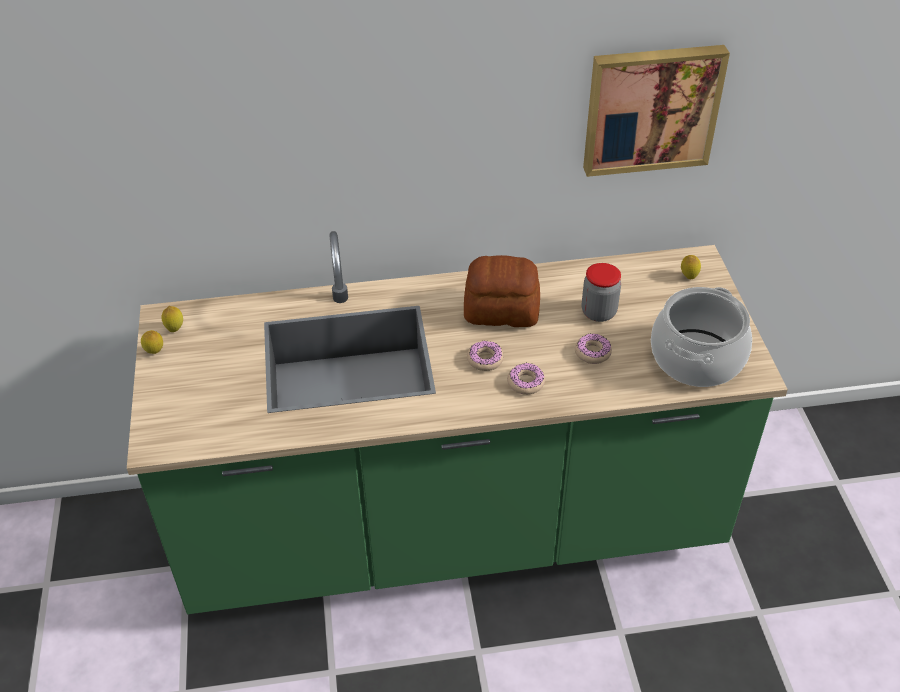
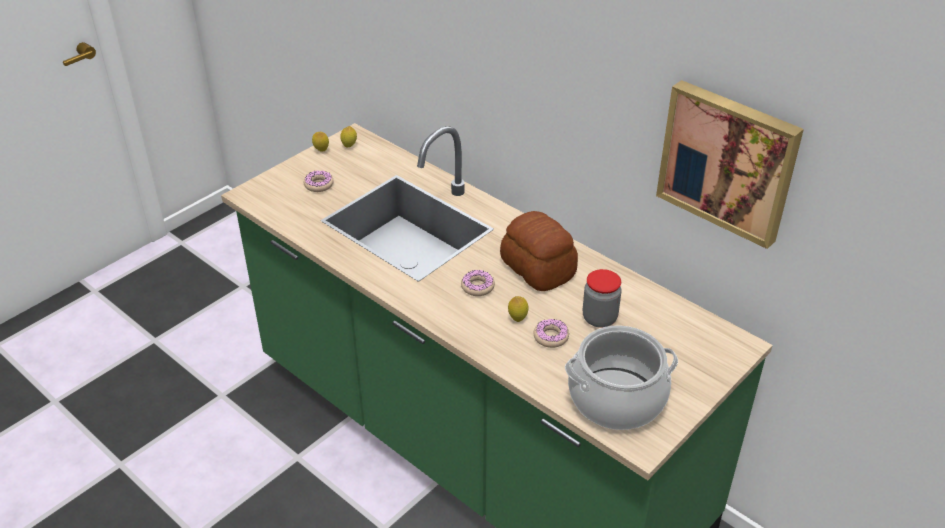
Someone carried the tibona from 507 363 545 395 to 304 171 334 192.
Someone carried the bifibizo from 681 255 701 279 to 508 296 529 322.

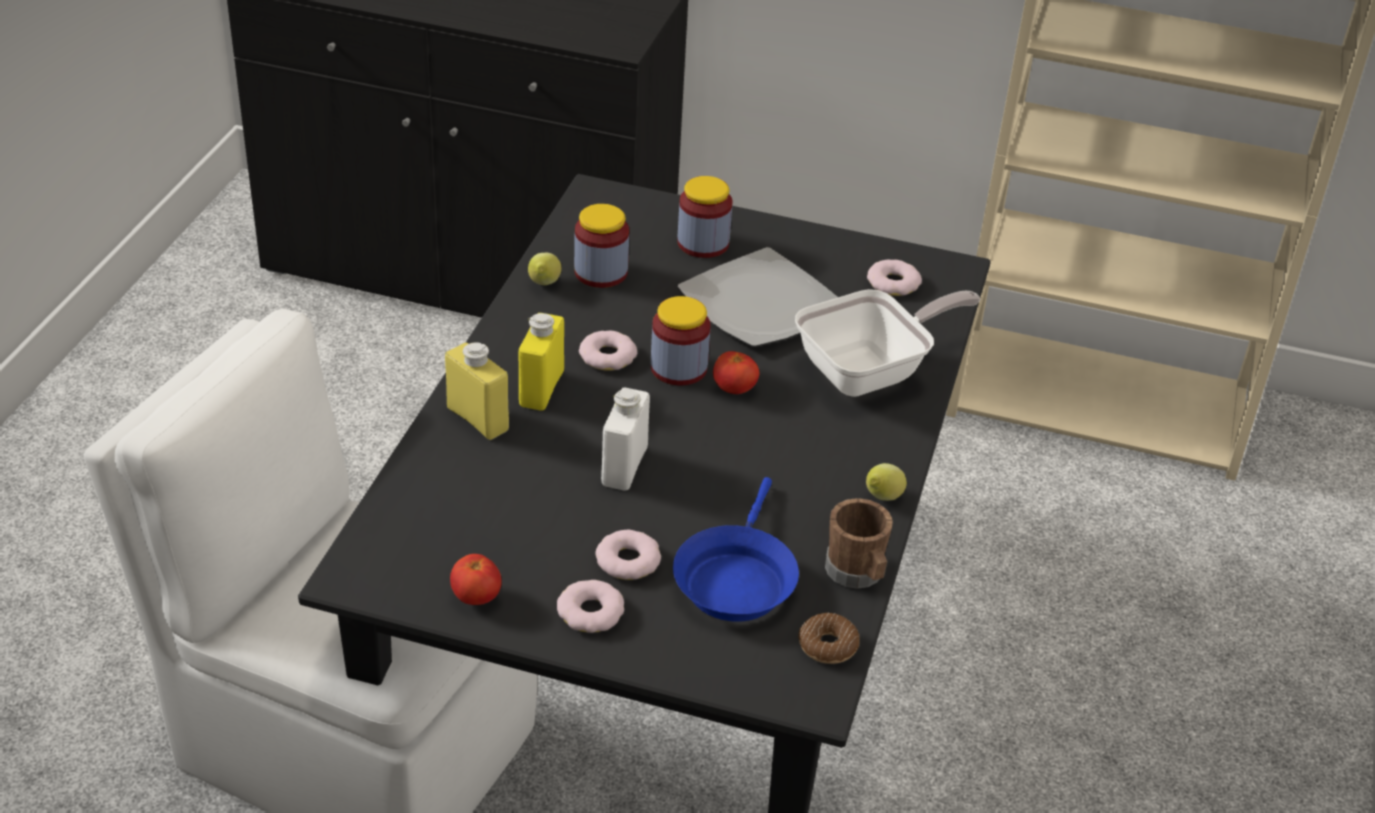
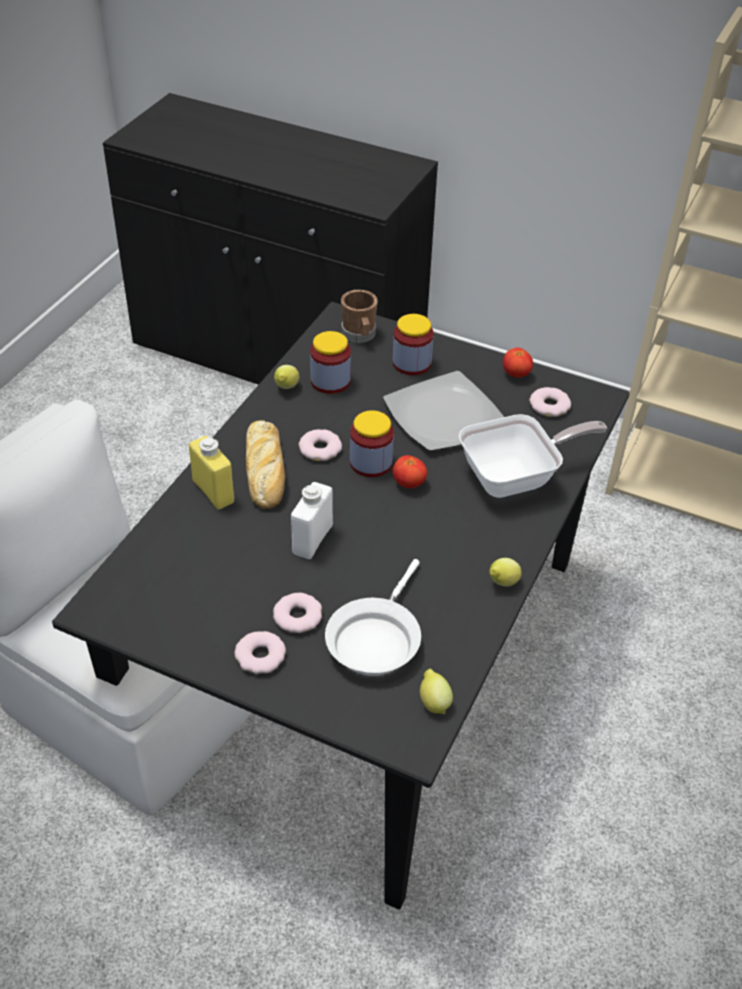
Someone carried the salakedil from 450 554 502 605 to 503 348 533 378.
Someone swapped the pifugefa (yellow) at 518 313 564 411 for the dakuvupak at 246 420 285 509.
Someone repainted the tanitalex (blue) at 673 477 799 622, which became the tanitalex (white) at 325 559 421 676.
Someone swapped the tibona at 798 613 860 664 for the bifibizo at 420 669 453 714.
Someone carried the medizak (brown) from 825 498 893 589 to 341 290 378 343.

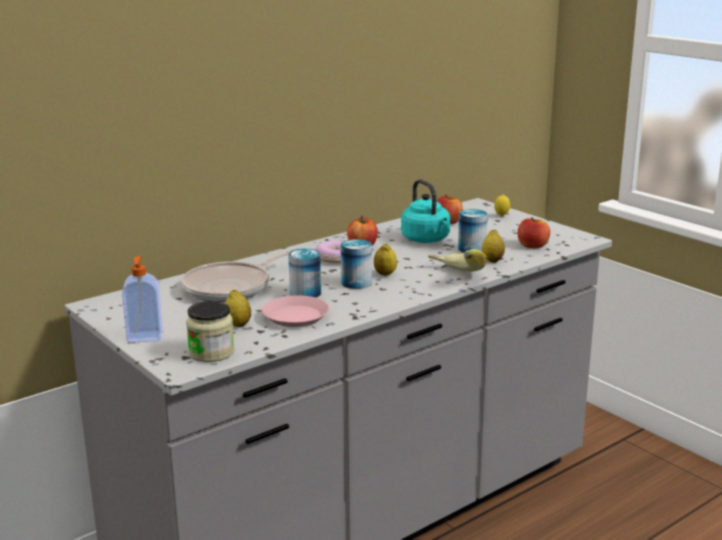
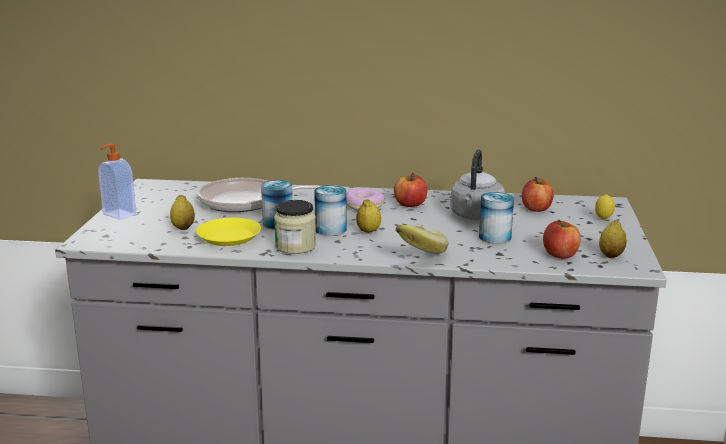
Someone carried the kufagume from 186 301 234 362 to 274 200 316 254.
Someone repainted the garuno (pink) at 262 295 329 327, which became the garuno (yellow) at 196 218 261 246.
Someone repainted the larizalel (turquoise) at 401 179 450 243, which became the larizalel (grey) at 450 149 505 221.
Someone carried the bifibizo from 482 230 505 263 to 599 221 627 258.

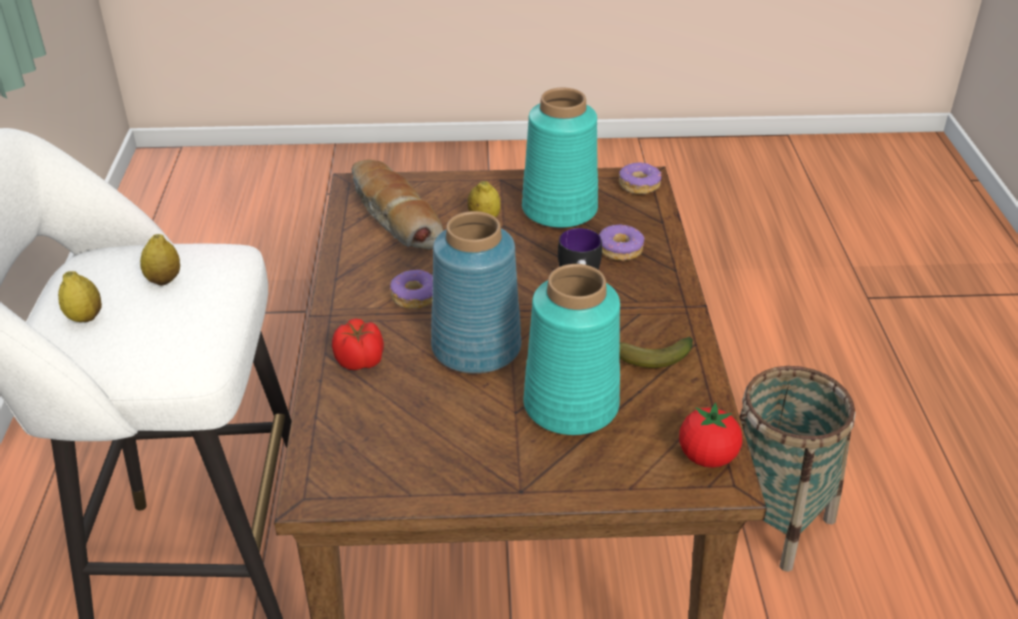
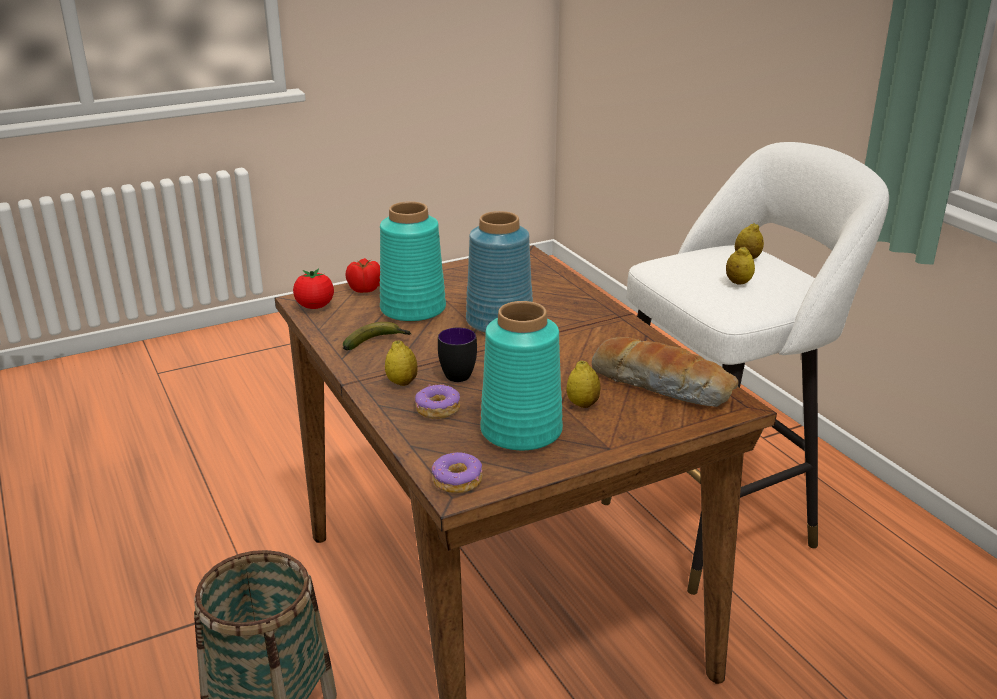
Someone carried the salakedil from 332 319 384 370 to 345 258 380 293.
Someone took away the tibona at 390 270 433 309.
Someone put down the bifibizo at 385 341 417 386.

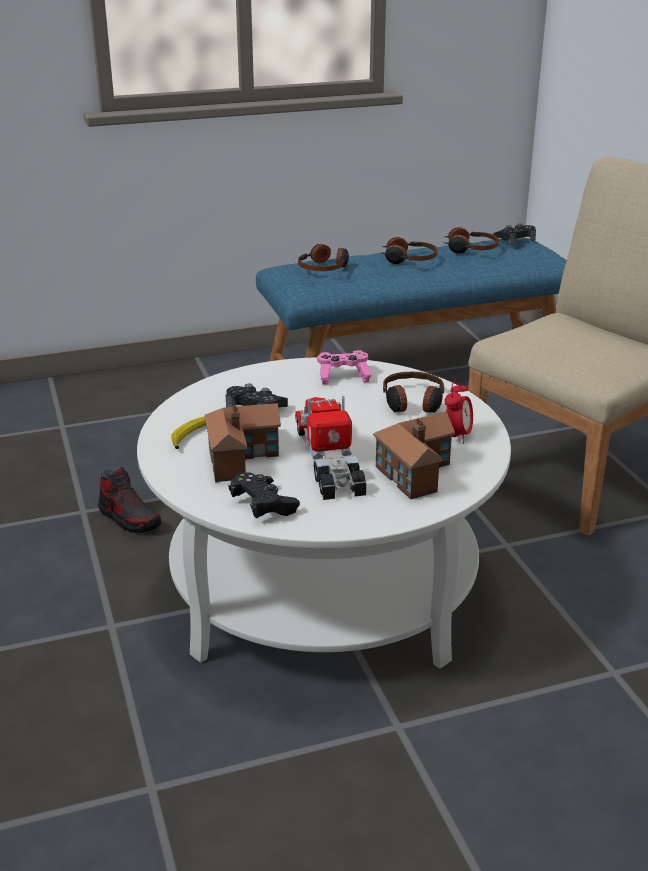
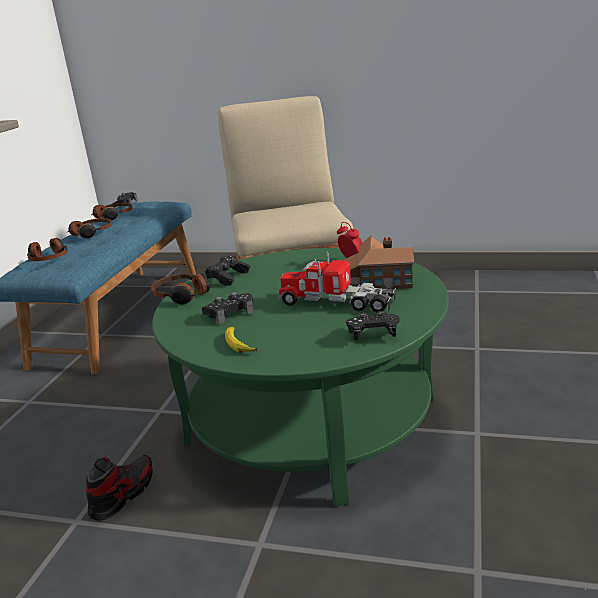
Someone rotated the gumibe at 98 467 161 533 by 45 degrees counterclockwise.
Someone repainted the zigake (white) at 137 357 511 669, which became the zigake (green) at 152 248 449 507.
Someone took away the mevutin at 205 403 281 482.
Someone repainted the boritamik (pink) at 317 350 372 385, which became the boritamik (black) at 205 256 250 286.
Someone carried the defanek from 383 372 444 413 to 151 274 211 304.

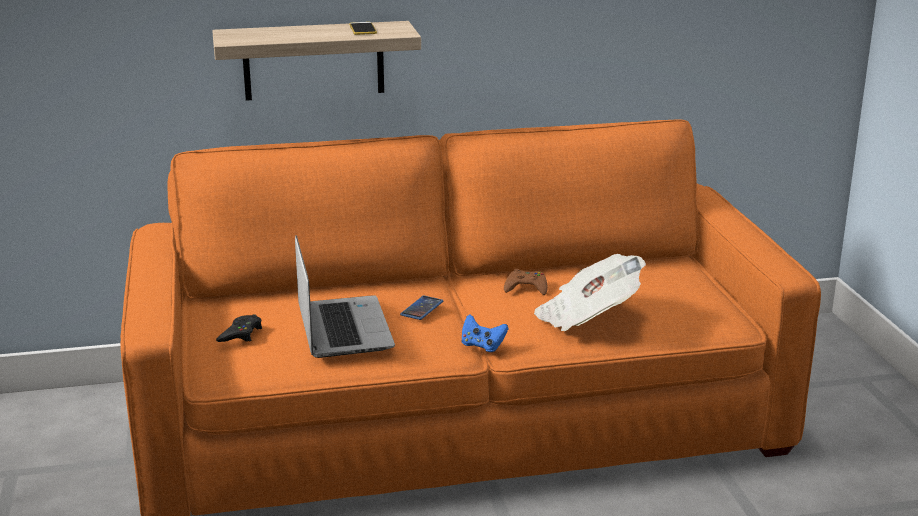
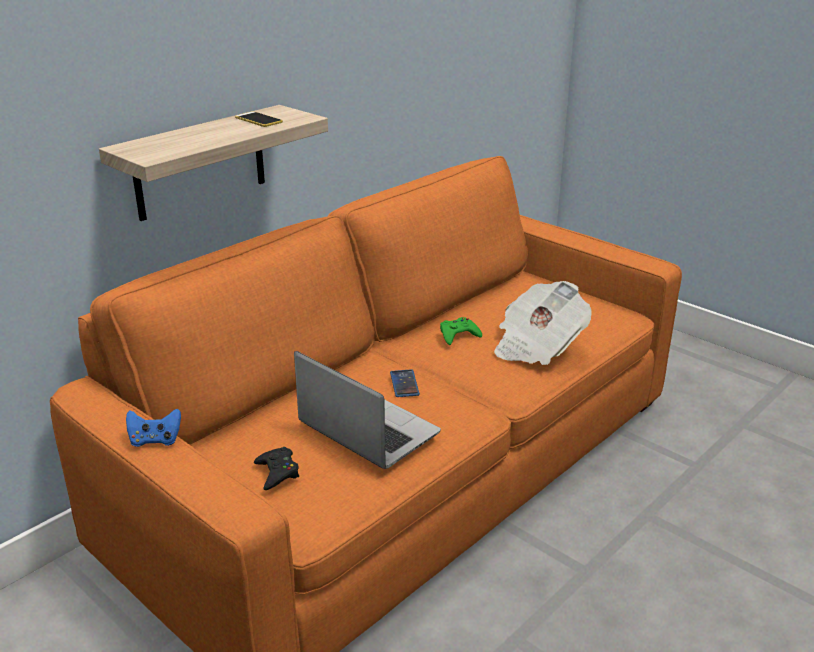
Someone carried the boritamik (blue) from 461 314 508 352 to 126 409 181 447.
Someone repainted the boritamik (brown) at 504 269 548 295, which became the boritamik (green) at 440 317 482 345.

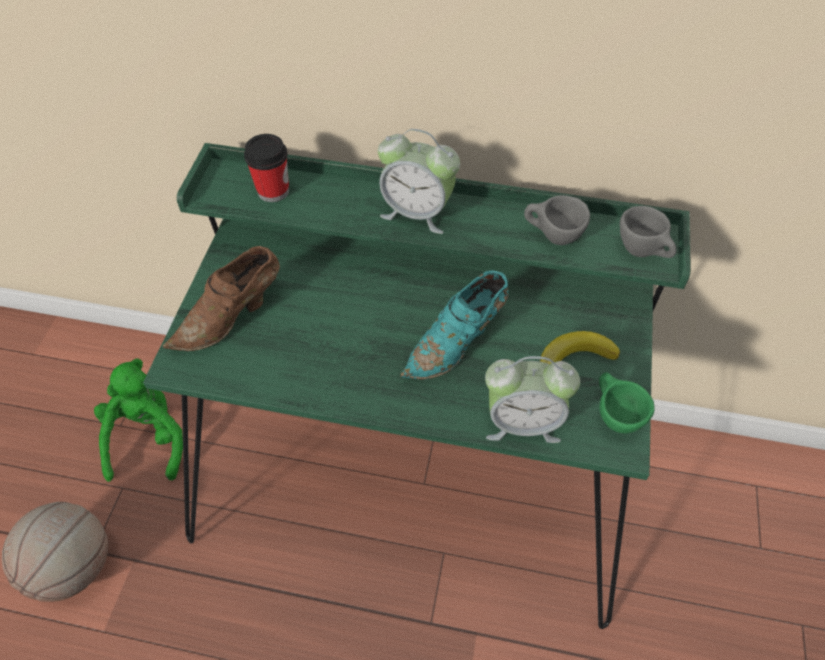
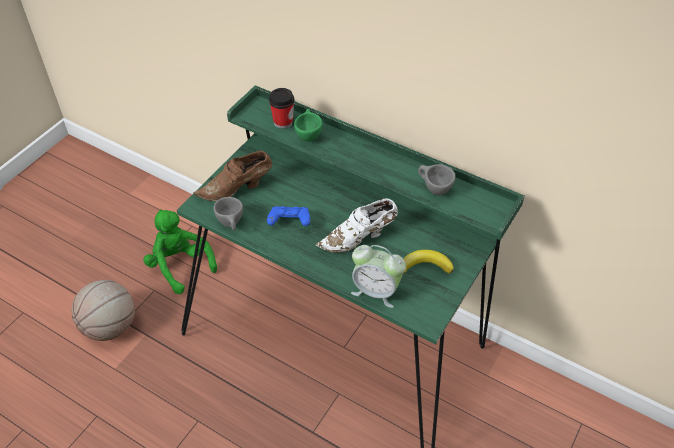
Someone rotated the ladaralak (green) at 94 358 183 482 by 60 degrees counterclockwise.
Someone took away the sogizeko at 378 129 460 234.
Someone repainted the gumibe (turquoise) at 400 270 508 380, which became the gumibe (white) at 316 198 398 252.
Someone carried the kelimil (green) from 599 373 655 433 to 294 109 323 142.
Someone carried the kelimil (grey) from 620 206 676 258 to 214 197 243 231.
Someone put down the boritamik (blue) at 267 206 310 226.

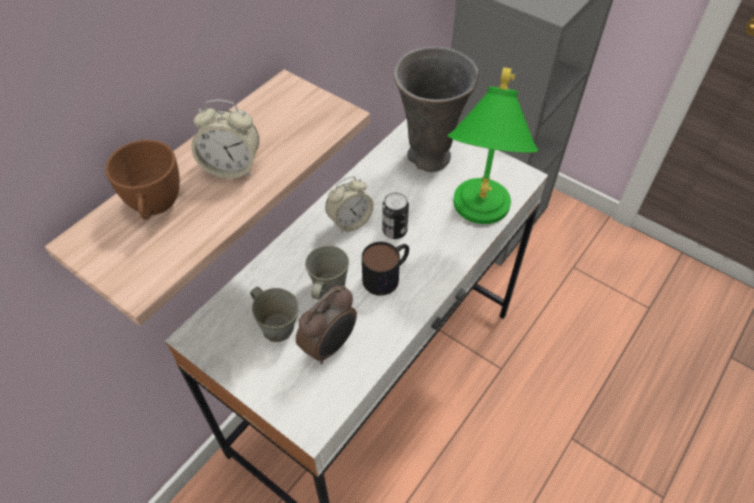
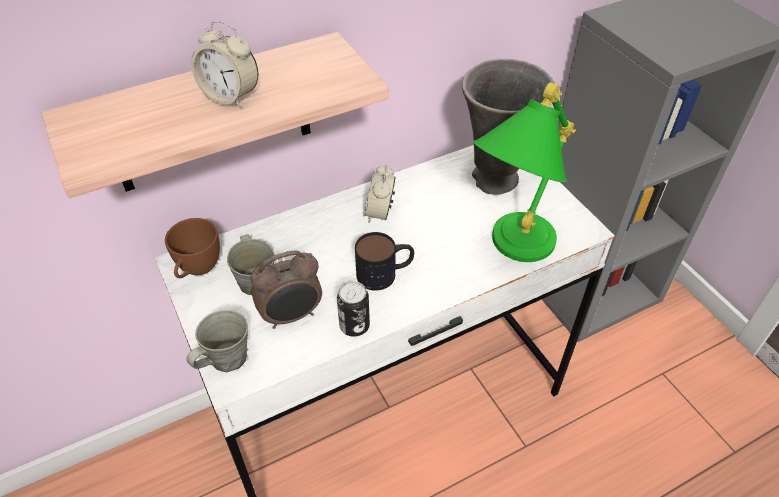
Someone carried the kelimil (brown) from 105 140 180 220 to 165 218 220 278.
Someone carried the medizak (grey) from 305 245 349 300 to 187 310 248 372.
Someone rotated the sogizeko at 325 176 374 233 by 105 degrees clockwise.
Someone carried the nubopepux from 382 192 409 239 to 337 281 370 337.

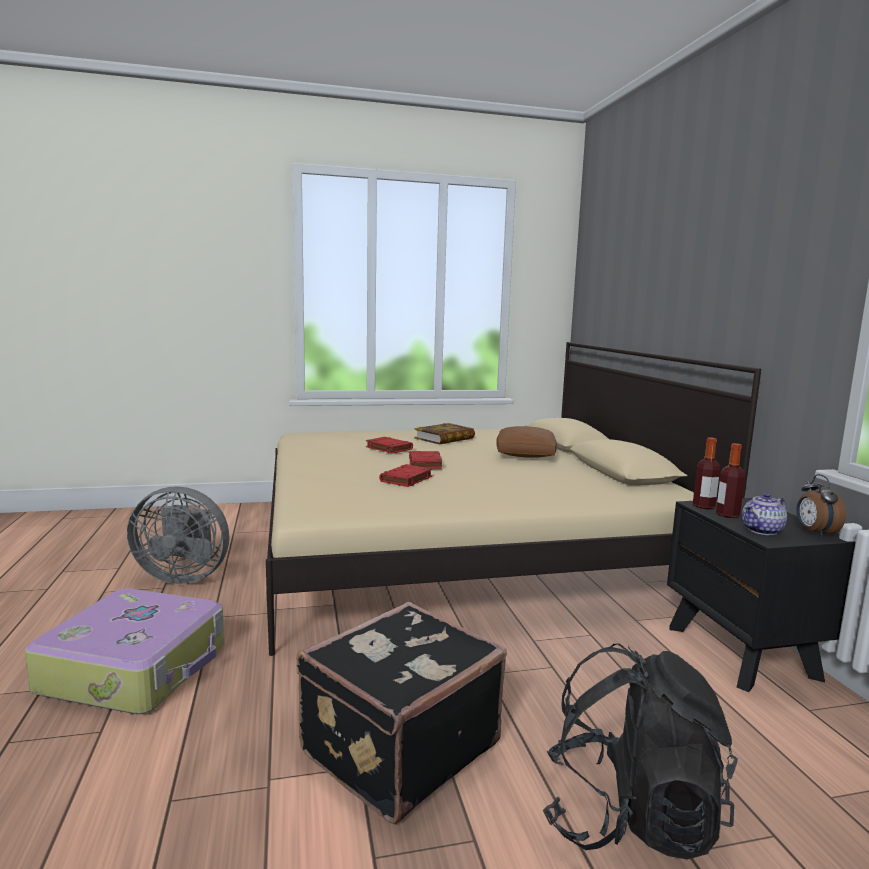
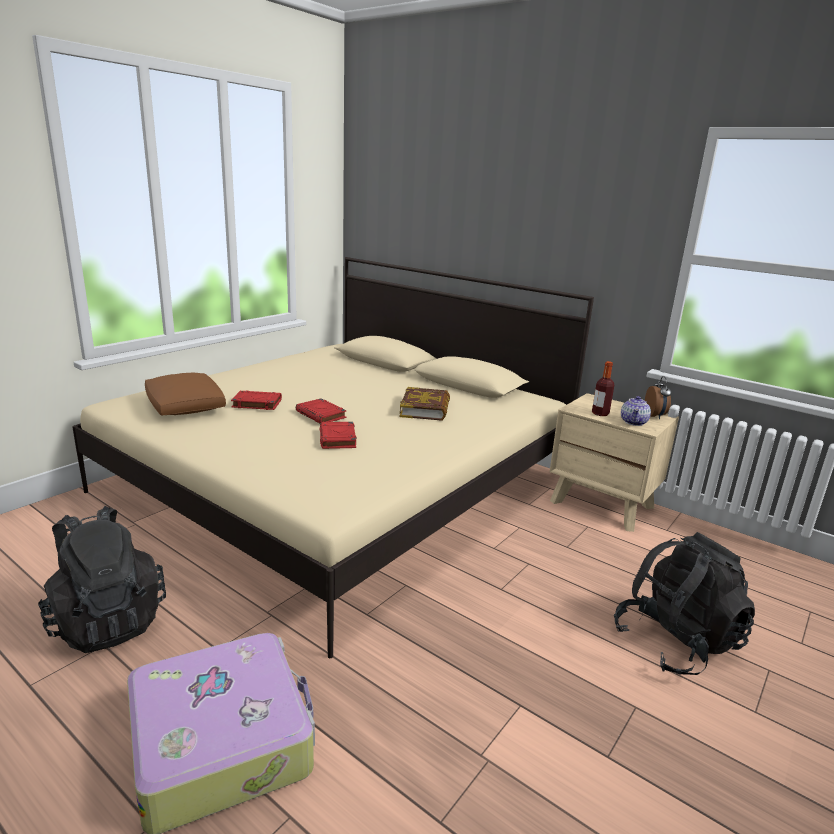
Someone swapped the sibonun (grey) at 127 486 229 584 for the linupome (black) at 38 506 166 653.
Someone took away the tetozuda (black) at 296 602 507 824.
Someone carried the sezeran from 414 423 475 445 to 399 387 450 421.
Someone carried the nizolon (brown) from 497 426 557 458 to 145 373 226 415.
Someone repainted the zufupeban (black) at 667 498 856 692, which became the zufupeban (beige) at 550 393 679 532.
Someone took away the pifugefa at 693 437 720 509.
Someone rotated the sogizeko at 796 474 846 538 by 135 degrees counterclockwise.

